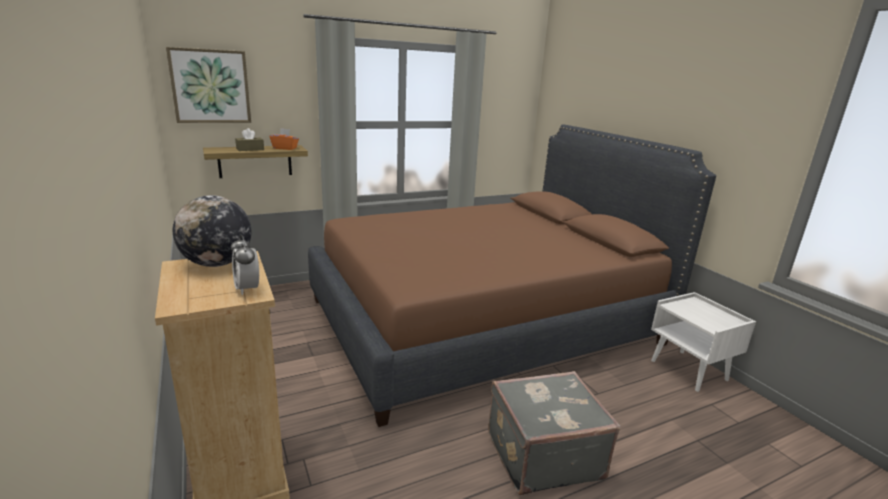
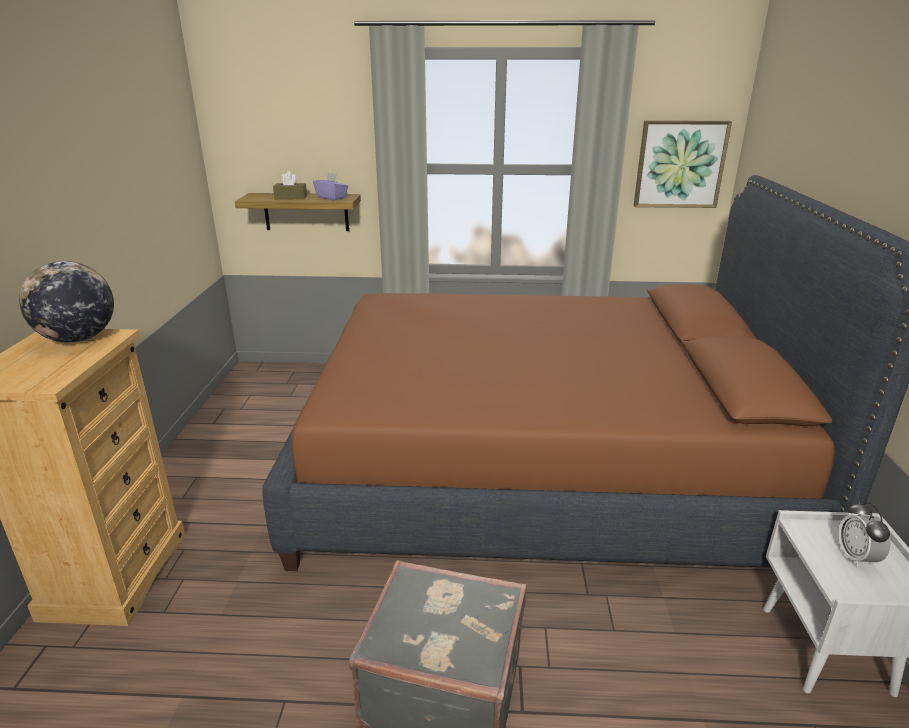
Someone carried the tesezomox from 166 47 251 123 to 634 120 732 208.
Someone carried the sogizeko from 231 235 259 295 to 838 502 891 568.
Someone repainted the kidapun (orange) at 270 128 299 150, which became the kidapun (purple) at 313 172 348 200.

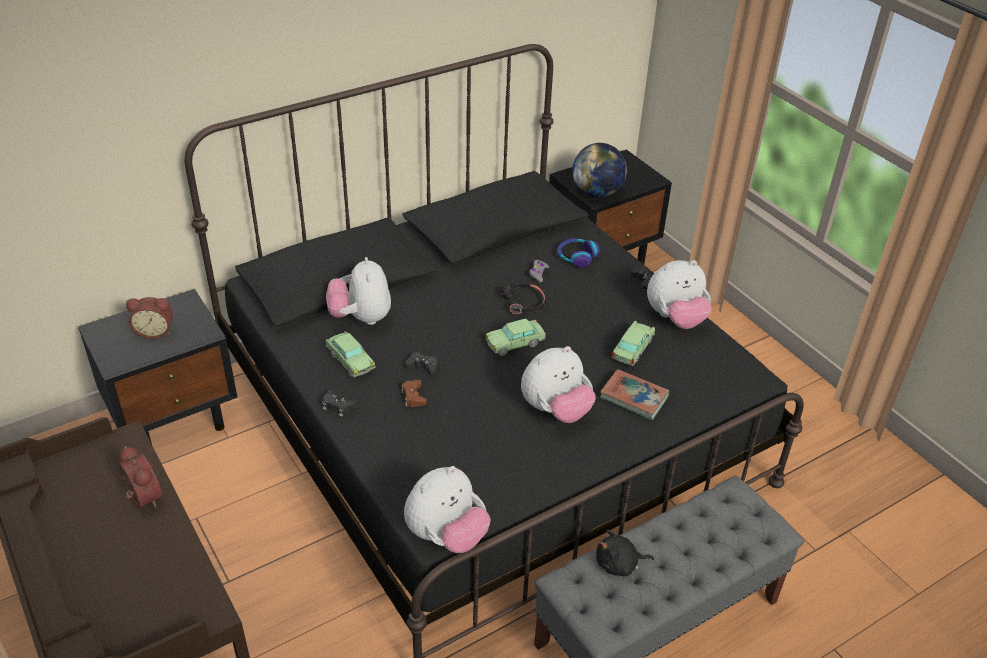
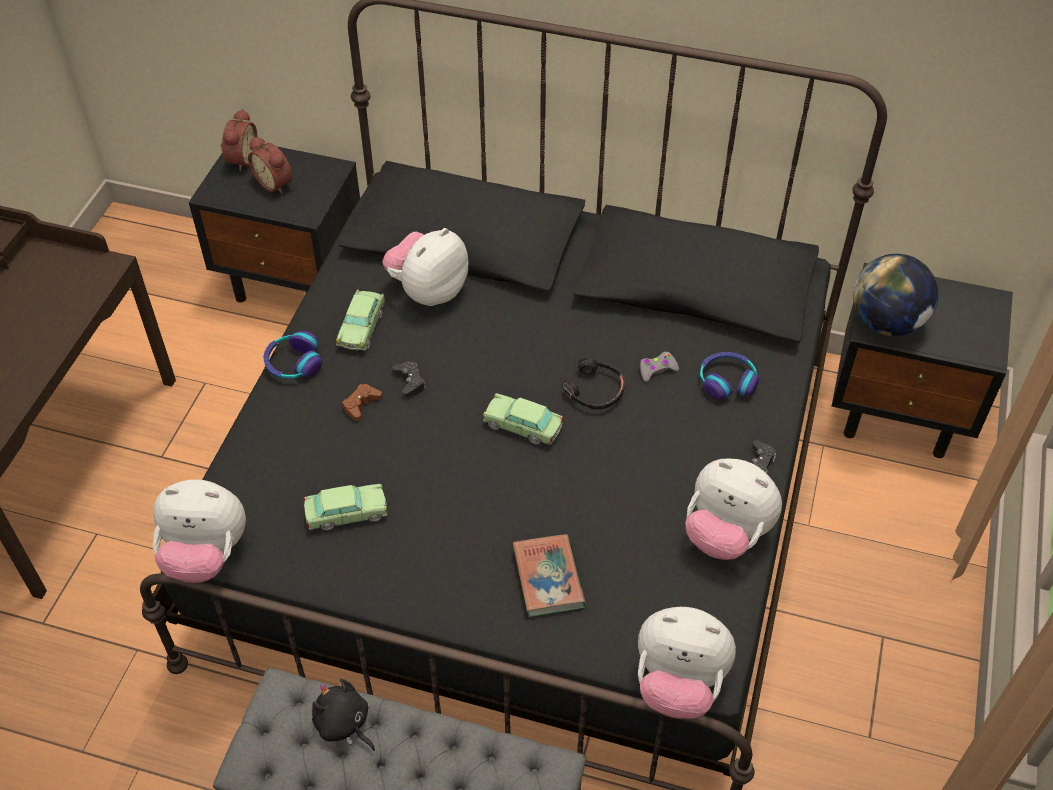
Someone carried the sogizeko from 118 446 162 508 to 220 109 258 171.
Someone swapped the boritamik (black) at 322 390 357 416 for the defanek at 264 331 322 379.
Someone carried the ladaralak from 521 346 596 423 to 638 607 736 719.
Someone carried the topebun from 612 321 655 366 to 304 484 387 530.

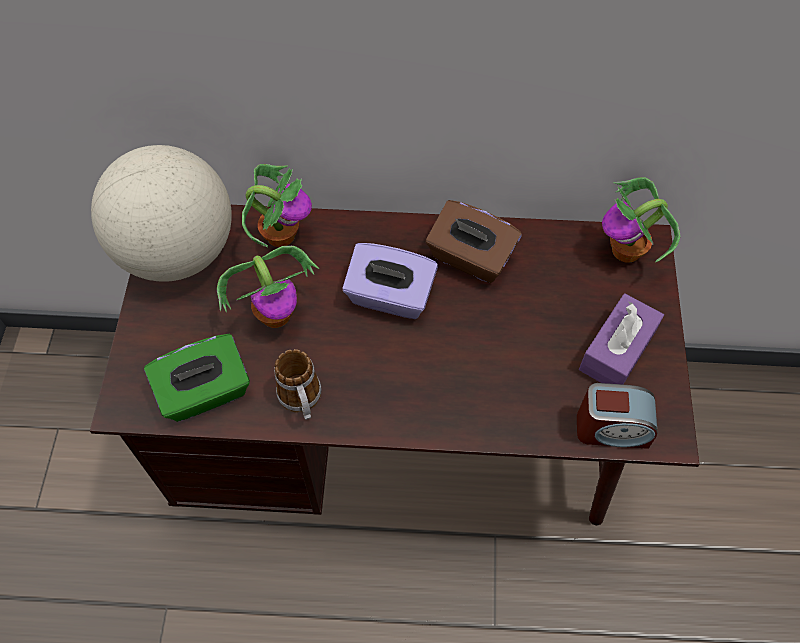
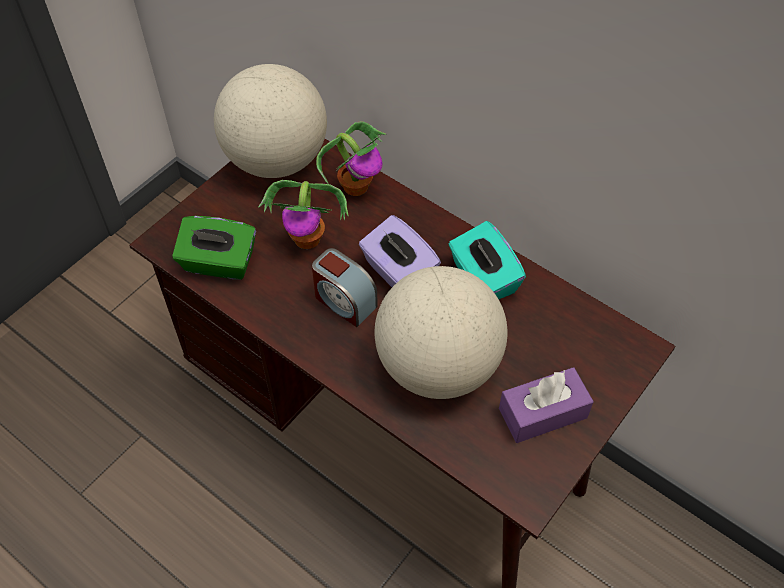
Someone took away the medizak at 274 349 321 420.
Someone repainted the kidapun (brown) at 426 200 521 283, which became the kidapun (turquoise) at 448 221 526 299.
Someone carried the sogizeko from 577 383 658 449 to 312 248 378 327.
Someone took away the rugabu at 602 177 680 263.
Someone put down the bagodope at 375 266 508 399.

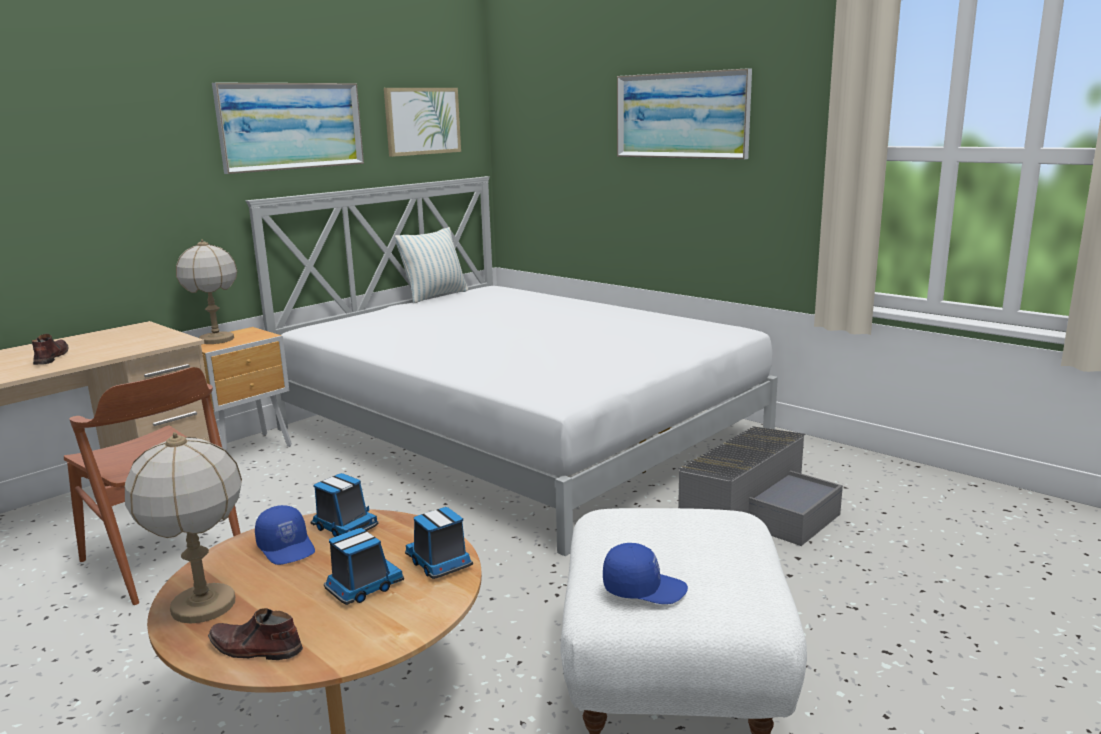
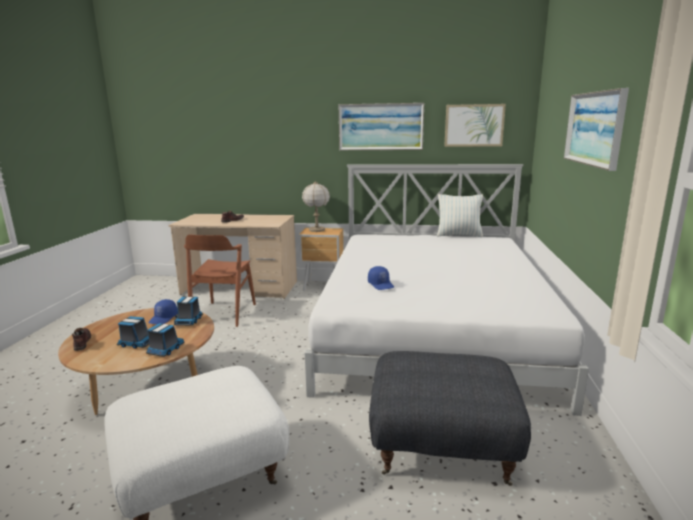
Someone took away the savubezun at 125 432 242 623.
Someone carried the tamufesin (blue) from 603 543 688 604 to 368 266 394 290.
Someone swapped the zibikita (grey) at 678 426 843 546 for the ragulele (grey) at 369 351 531 486.

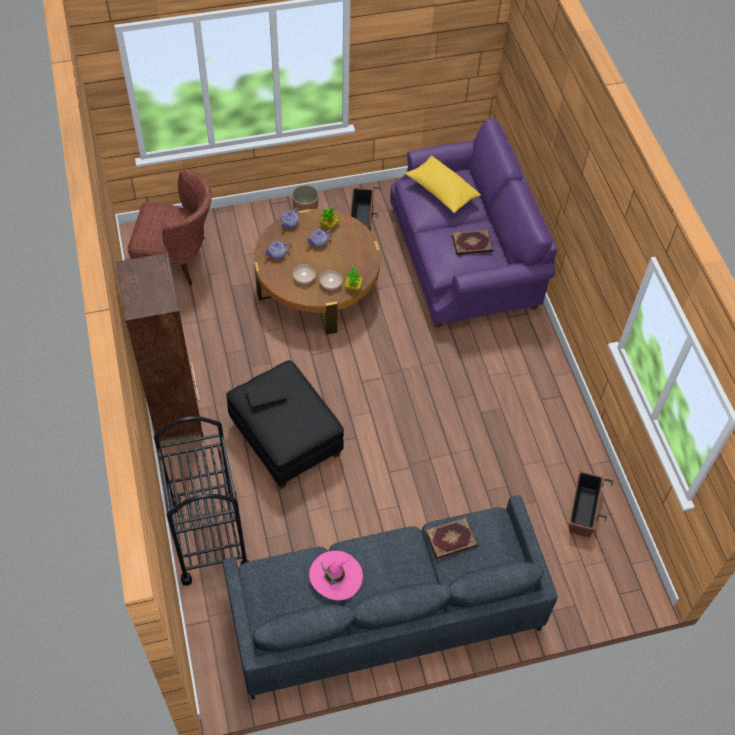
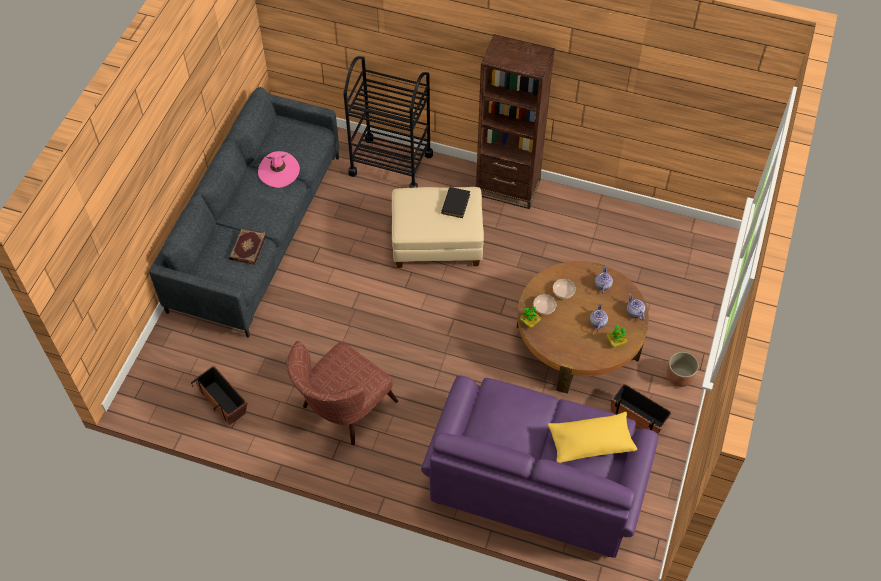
Someone carried the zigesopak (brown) from 127 169 212 285 to 287 340 398 445.
Someone repainted the ragulele (black) at 226 360 344 489, which became the ragulele (beige) at 392 187 484 268.
Someone took away the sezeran at 452 229 493 255.

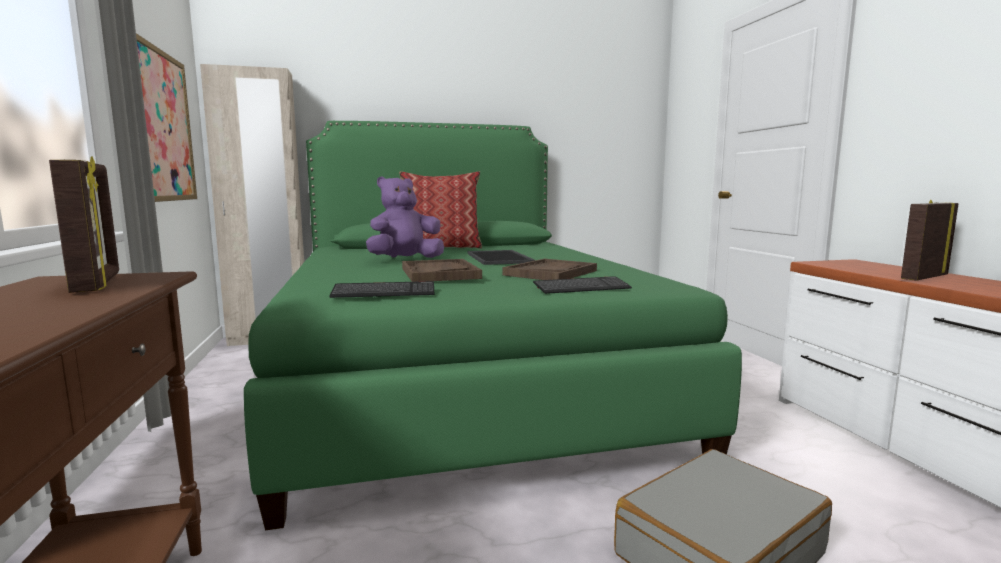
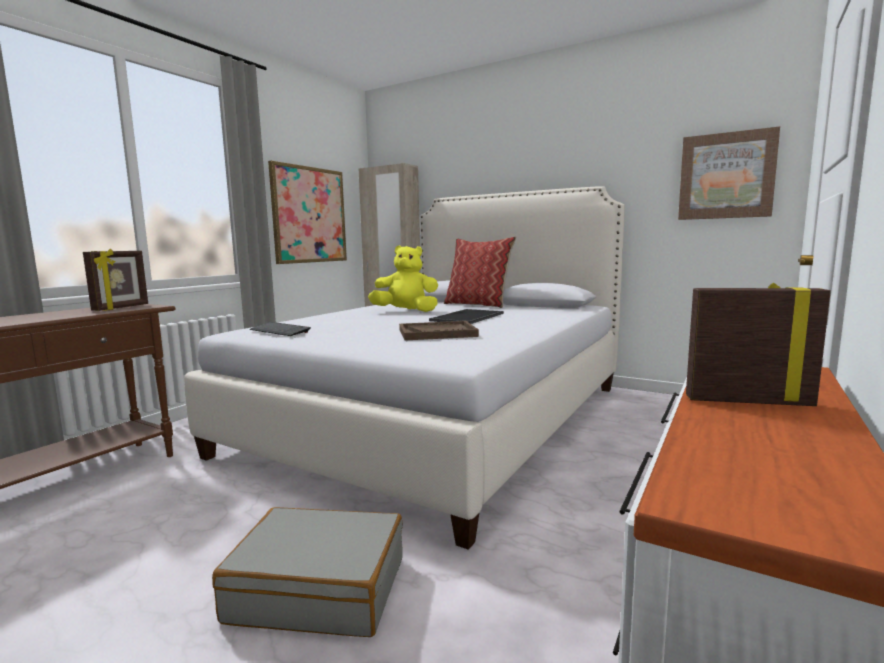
Someone repainted the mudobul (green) at 244 121 742 531, which became the mudobul (white) at 184 186 625 550.
Someone repainted the ladaralak (purple) at 366 176 444 258, which became the ladaralak (yellow) at 368 245 438 312.
Someone took away the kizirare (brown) at 402 259 482 282.
Someone took away the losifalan at 533 276 632 294.
Someone put up the tesezomox at 678 126 780 220.

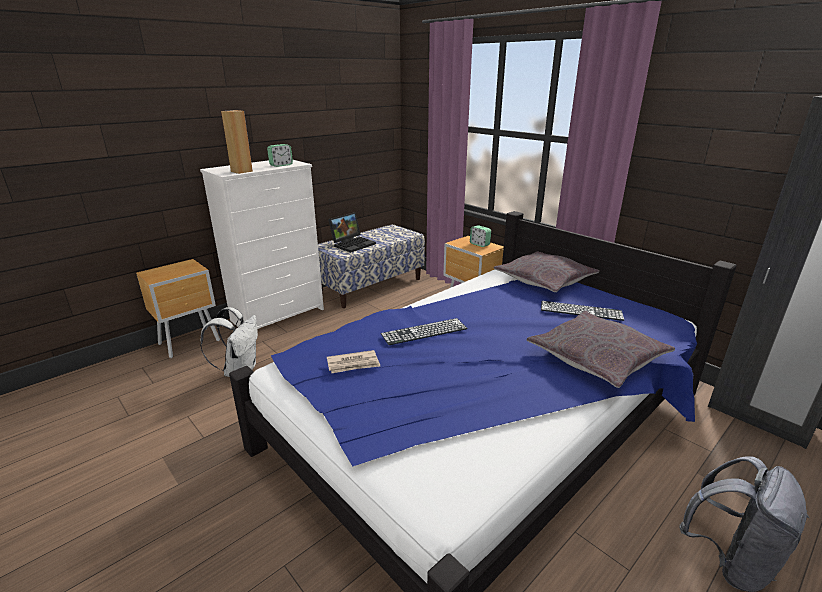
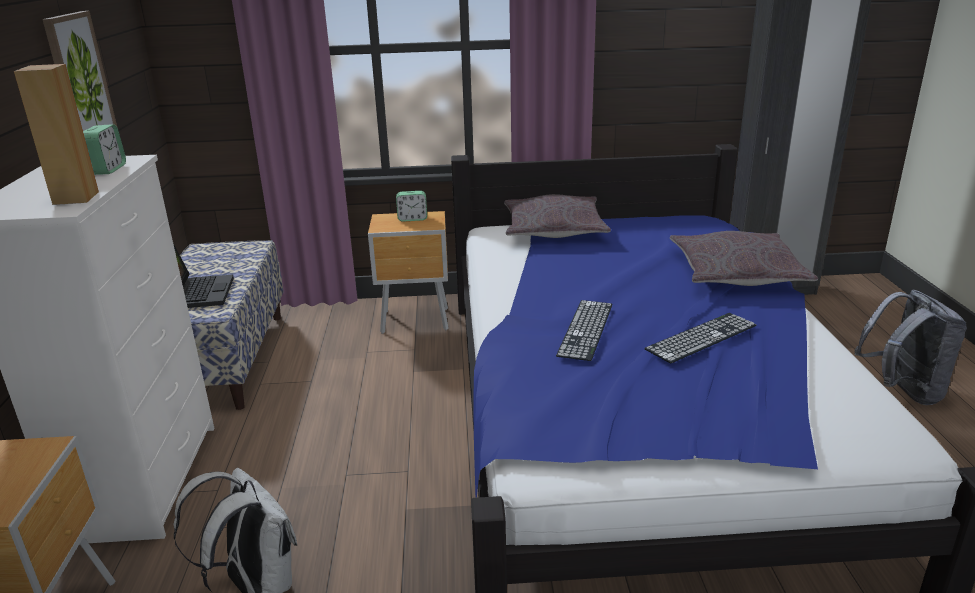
Someone took away the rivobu at 327 350 380 373.
Someone carried the losifalan from 541 301 624 321 to 644 313 756 364.
Someone put up the tesezomox at 42 11 117 131.

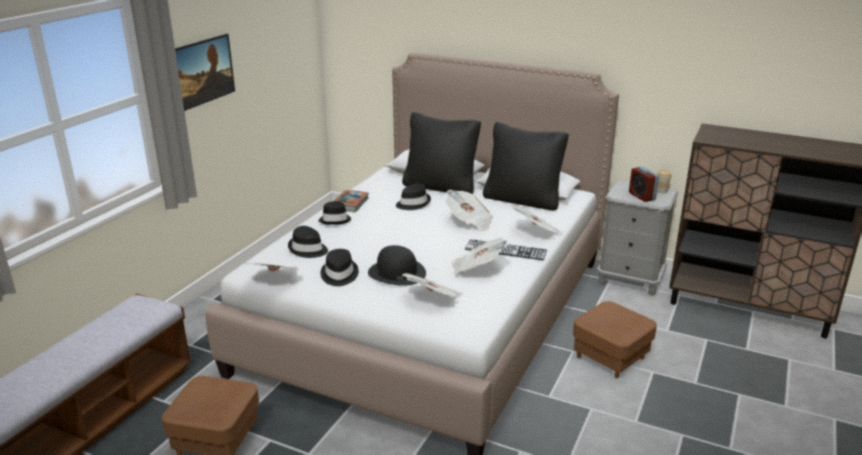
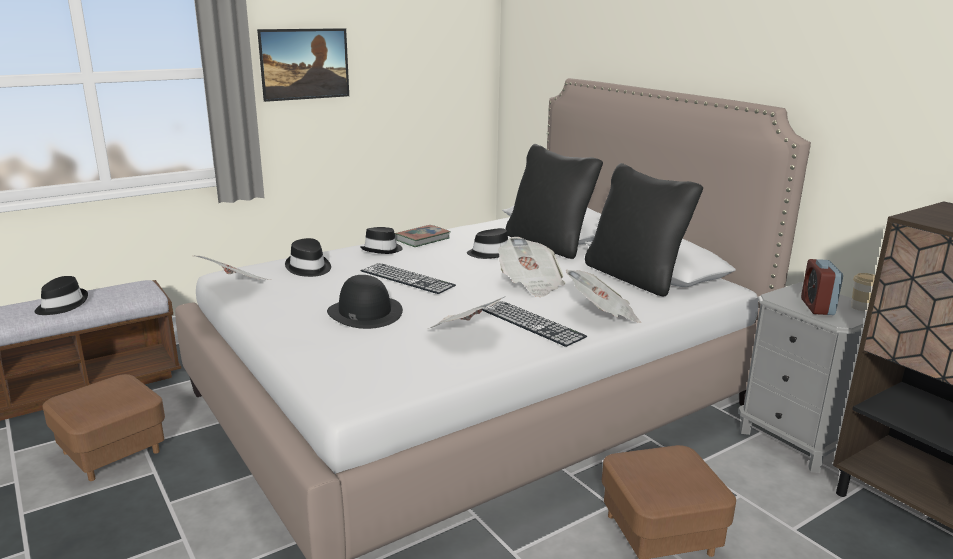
Someone carried the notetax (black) from 321 249 359 286 to 35 276 88 315.
Someone took away the rivobu at 402 273 463 297.
Someone put down the losifalan at 361 263 456 294.

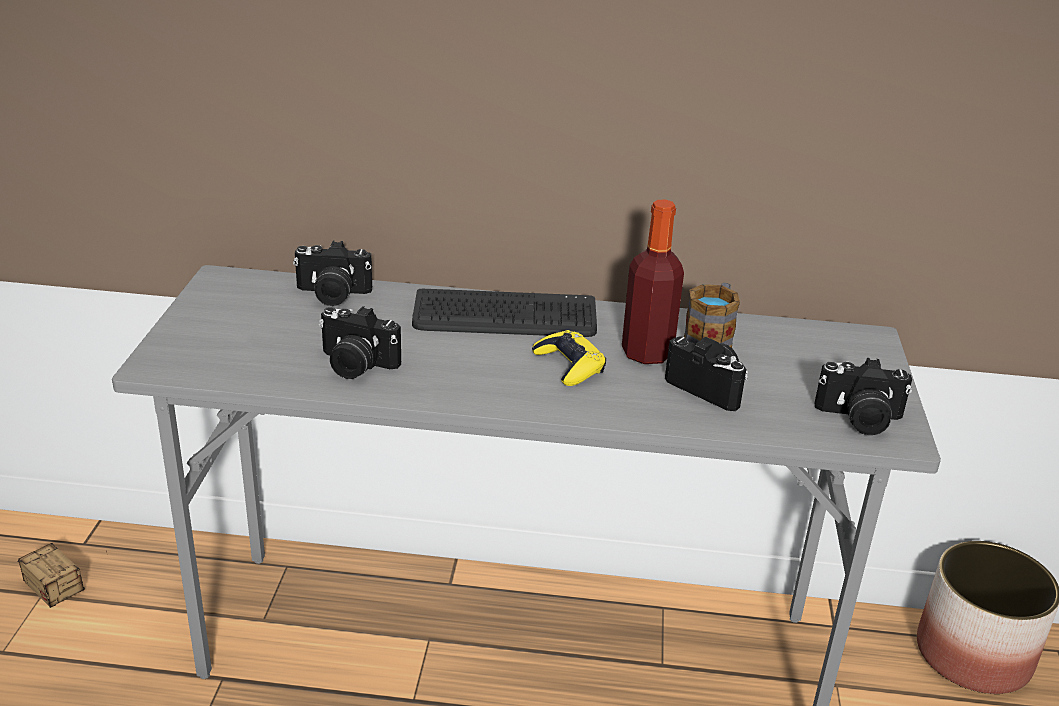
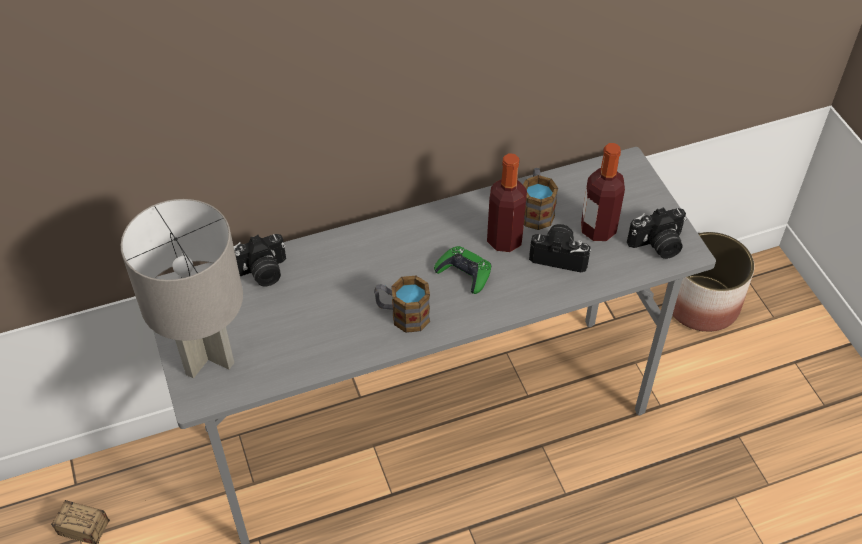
Someone took away the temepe at 319 306 401 379.
Someone took away the losifalan at 412 289 597 337.
Someone repainted the boritamik (yellow) at 532 330 606 386, which became the boritamik (green) at 434 246 491 294.
Someone put down the savubezun (grey) at 121 199 243 378.
Someone put down the medizak at 374 276 430 333.
Someone put down the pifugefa at 581 143 625 241.

